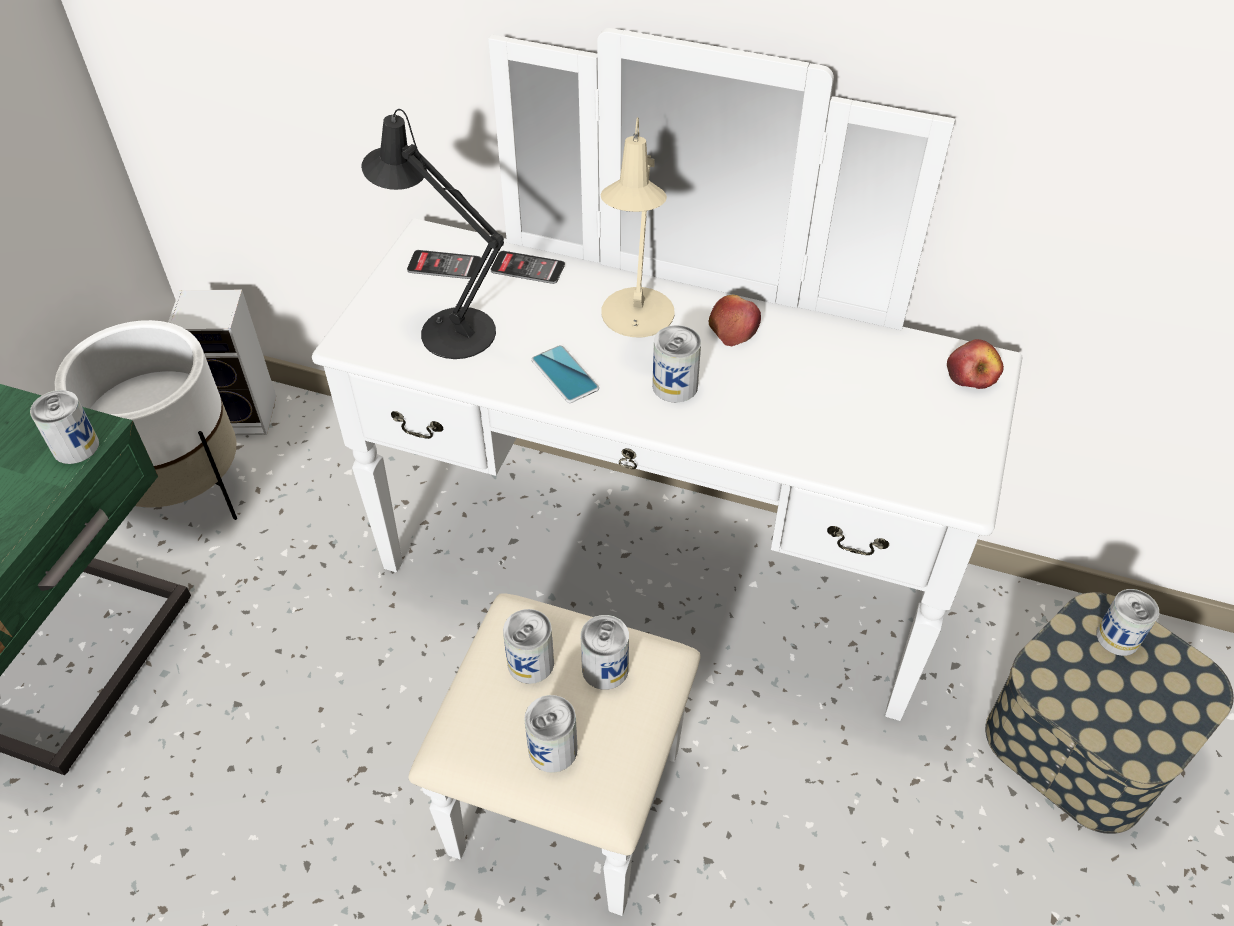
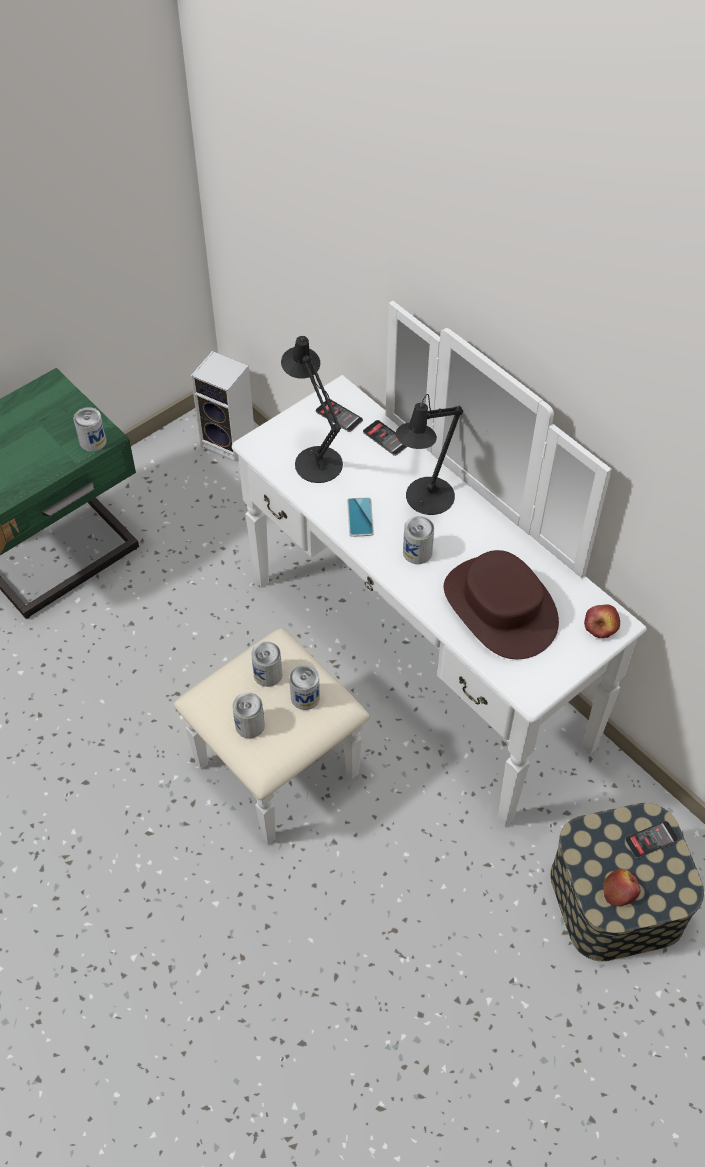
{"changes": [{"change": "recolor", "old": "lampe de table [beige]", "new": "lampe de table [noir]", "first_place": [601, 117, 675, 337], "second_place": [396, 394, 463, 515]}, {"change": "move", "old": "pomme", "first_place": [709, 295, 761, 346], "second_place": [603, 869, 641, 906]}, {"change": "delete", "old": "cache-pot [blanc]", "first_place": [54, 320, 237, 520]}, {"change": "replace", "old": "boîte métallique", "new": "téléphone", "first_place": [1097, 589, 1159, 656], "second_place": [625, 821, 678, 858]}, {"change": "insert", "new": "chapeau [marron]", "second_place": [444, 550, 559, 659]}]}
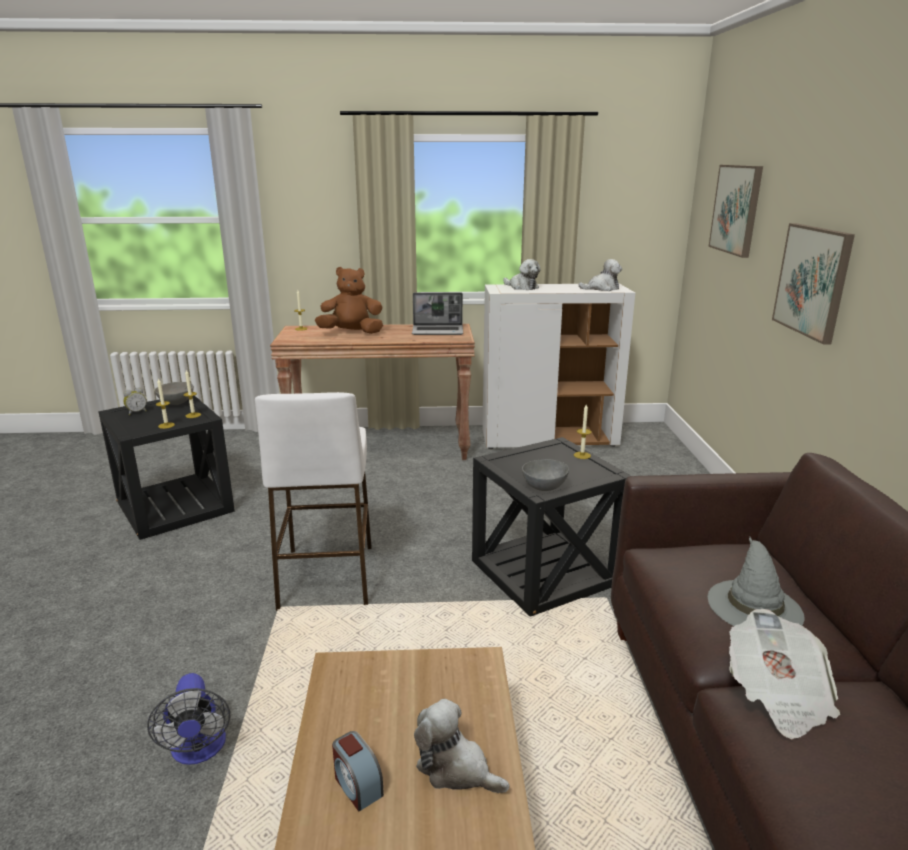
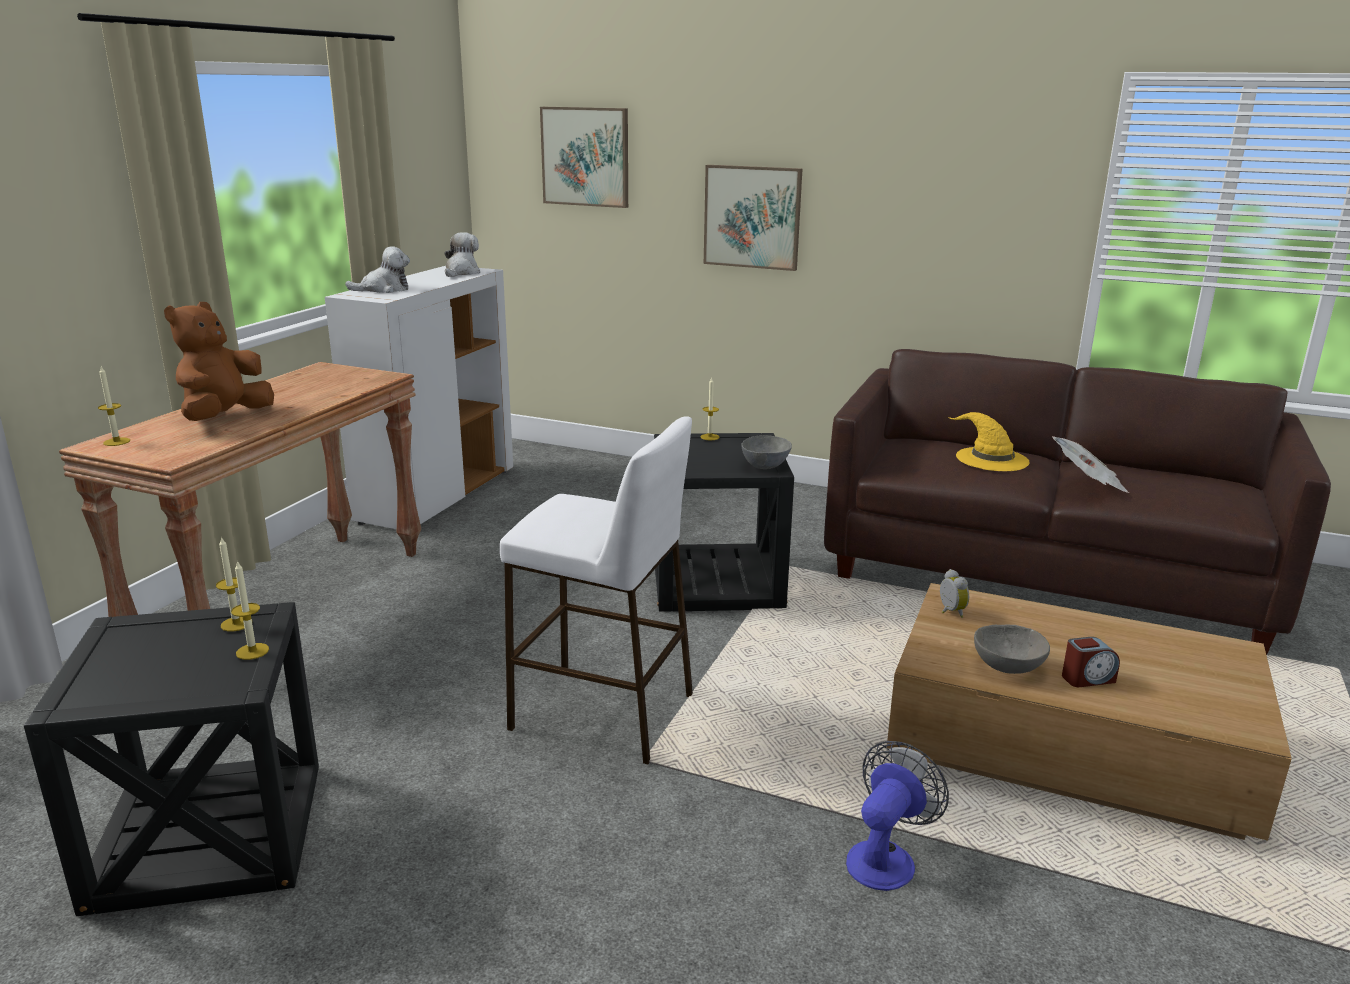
{"changes": [{"change": "delete", "old": "ordinateur portable", "first_place": [412, 292, 463, 335]}, {"change": "move", "old": "bol [gris]", "first_place": [155, 382, 194, 405], "second_place": [974, 624, 1050, 674]}, {"change": "move", "old": "réveil", "first_place": [123, 387, 147, 415], "second_place": [940, 569, 969, 618]}, {"change": "recolor", "old": "chapeau [gris]", "new": "chapeau [jaune]", "first_place": [708, 537, 804, 626], "second_place": [948, 412, 1030, 471]}, {"change": "rotate", "old": "ventilateur", "first_place": [147, 673, 230, 765], "second_place": [846, 741, 949, 891], "degrees": -60}, {"change": "delete", "old": "peluche", "first_place": [414, 699, 509, 793]}]}
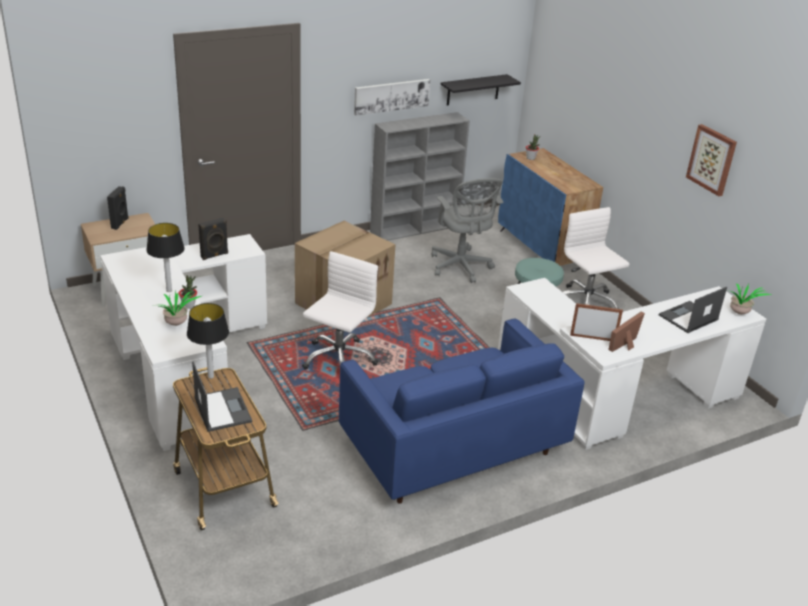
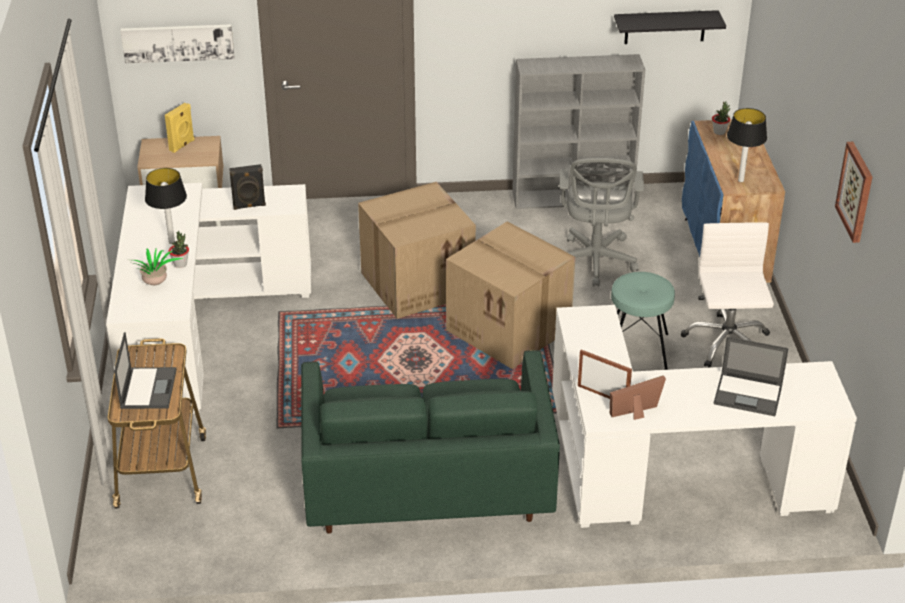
{"changes": [{"change": "move", "old": "tableau", "first_place": [354, 79, 430, 116], "second_place": [120, 24, 234, 63]}, {"change": "recolor", "old": "enceinte [noir]", "new": "enceinte [jaune]", "first_place": [107, 186, 129, 230], "second_place": [165, 103, 194, 153]}, {"change": "delete", "old": "chaise de bureau [blanc]", "first_place": [302, 251, 378, 370]}, {"change": "delete", "old": "plante en pot", "first_place": [727, 283, 772, 314]}, {"change": "rotate", "old": "ordinateur portable", "first_place": [659, 287, 727, 333], "second_place": [714, 337, 789, 416], "degrees": -150}, {"change": "move", "old": "lampe de table", "first_place": [187, 303, 229, 379], "second_place": [727, 108, 767, 182]}, {"change": "recolor", "old": "canapé [bleu]", "new": "canapé [vert]", "first_place": [339, 319, 585, 504], "second_place": [301, 350, 560, 534]}, {"change": "insert", "new": "carton", "second_place": [446, 222, 575, 369]}]}
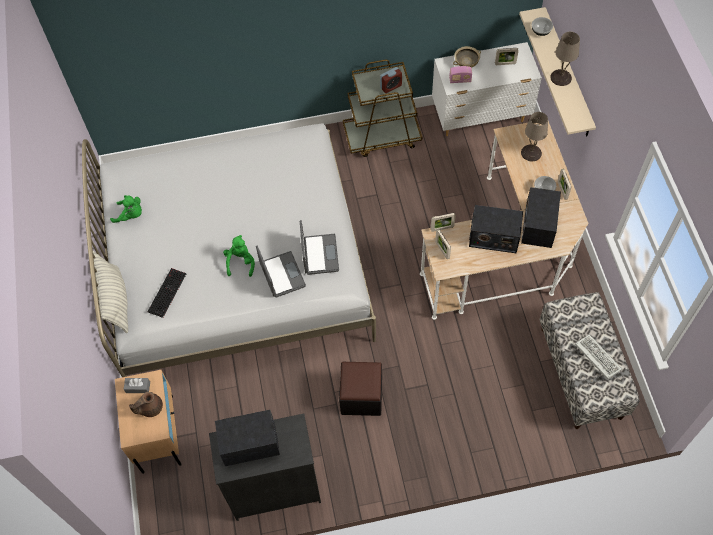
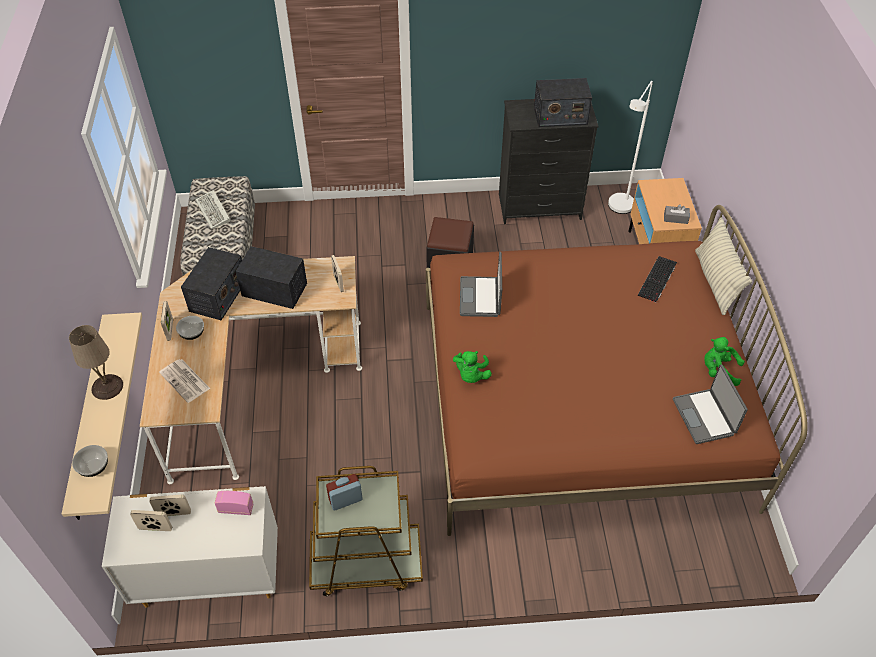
{"changes": [{"change": "delete", "old": "bol [beige]", "first_place": [453, 46, 481, 68]}, {"change": "replace", "old": "lampe de table [beige]", "new": "journal", "first_place": [521, 112, 548, 161], "second_place": [159, 359, 210, 403]}, {"change": "recolor", "old": "lit [blanc]", "new": "lit [marron]", "first_place": [82, 123, 376, 377], "second_place": [426, 205, 808, 536]}, {"change": "move", "old": "cadre photo", "first_place": [431, 213, 456, 232], "second_place": [149, 494, 191, 516]}, {"change": "move", "old": "peluche [vert]", "first_place": [223, 235, 255, 277], "second_place": [453, 351, 492, 383]}, {"change": "move", "old": "ordinateur portable", "first_place": [256, 245, 306, 297], "second_place": [673, 364, 748, 444]}, {"change": "delete", "old": "théière [marron]", "first_place": [129, 392, 163, 417]}, {"change": "insert", "new": "lampadaire [blanc]", "second_place": [608, 81, 653, 214]}]}
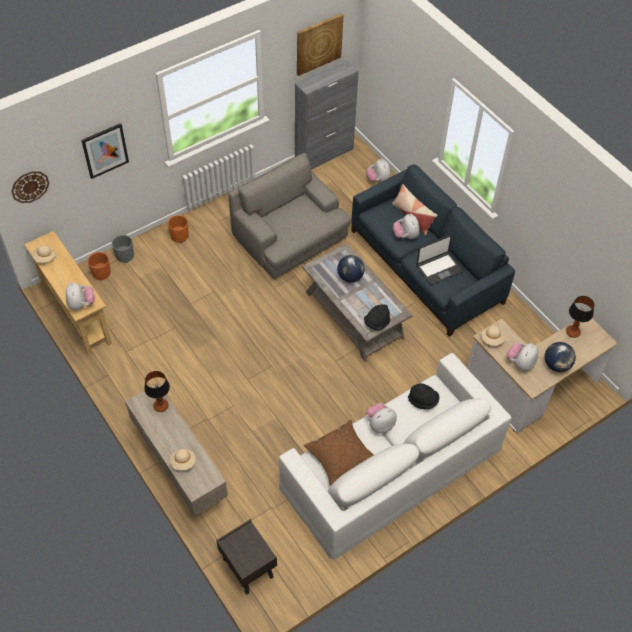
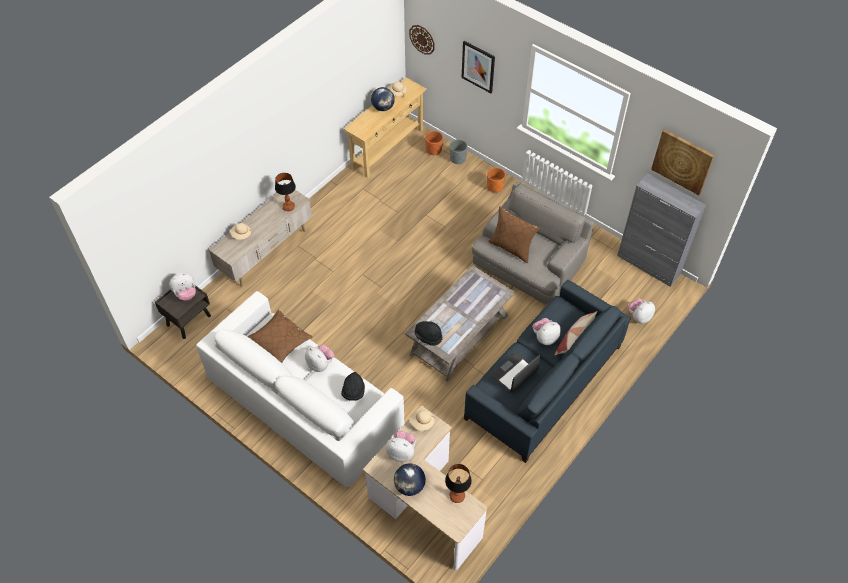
{"changes": [{"change": "rotate", "old": "ordinateur portable", "first_place": [416, 235, 462, 285], "second_place": [490, 352, 541, 393], "degrees": 90}, {"change": "move", "old": "globe", "first_place": [337, 255, 365, 282], "second_place": [371, 87, 395, 111]}, {"change": "move", "old": "peluche", "first_place": [66, 282, 95, 310], "second_place": [169, 273, 196, 301]}, {"change": "insert", "new": "coussin [marron]", "second_place": [488, 206, 540, 264]}]}
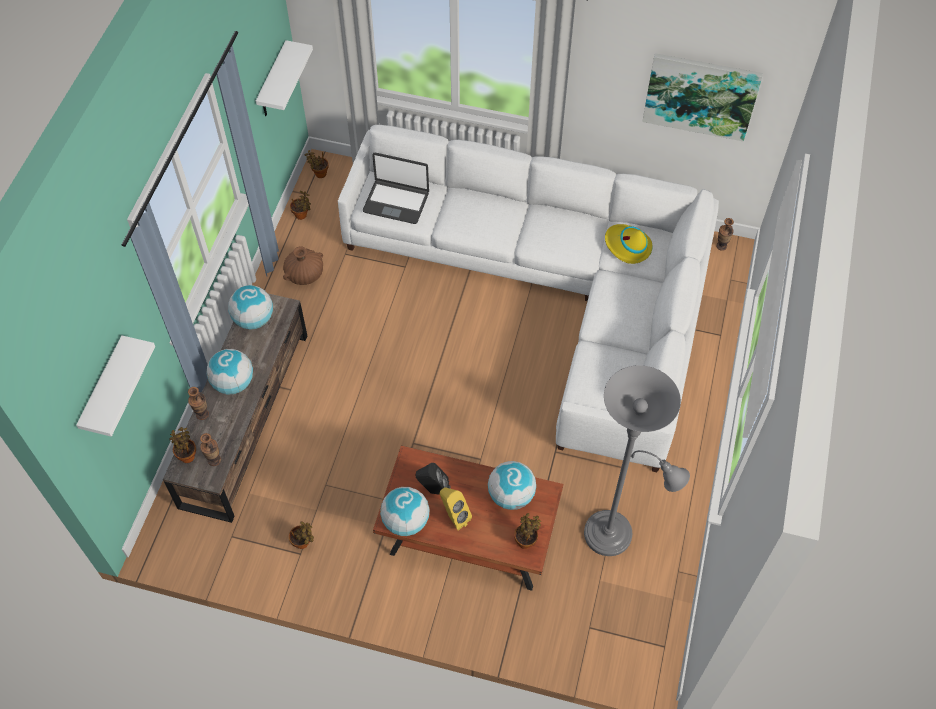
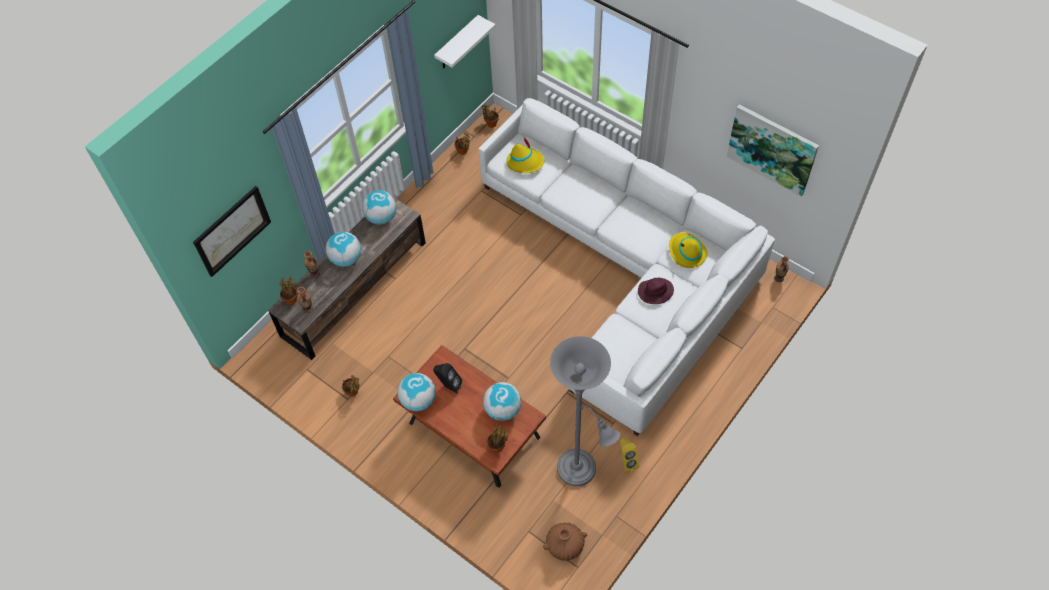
{"changes": [{"change": "replace", "old": "ordinateur portable", "new": "chapeau [jaune]", "first_place": [363, 152, 429, 224], "second_place": [506, 137, 544, 173]}, {"change": "move", "old": "vase [marron]", "first_place": [283, 246, 323, 285], "second_place": [543, 522, 587, 561]}, {"change": "replace", "old": "étagère [blanc]", "new": "tableau", "first_place": [76, 335, 155, 437], "second_place": [193, 186, 271, 277]}, {"change": "move", "old": "enceinte [jaune]", "first_place": [440, 487, 472, 531], "second_place": [620, 438, 639, 473]}, {"change": "insert", "new": "chapeau [violet]", "second_place": [638, 278, 674, 304]}]}
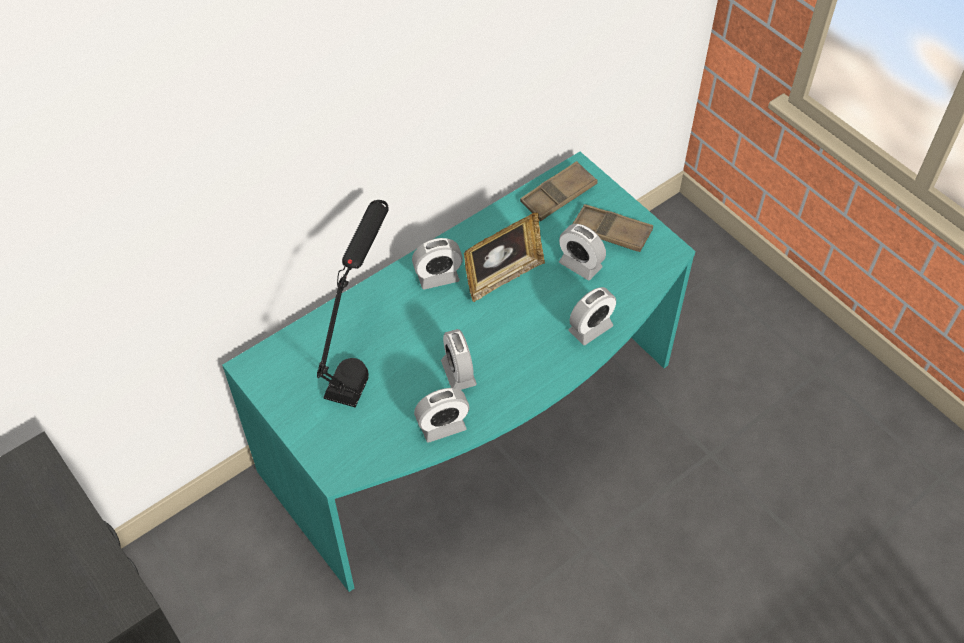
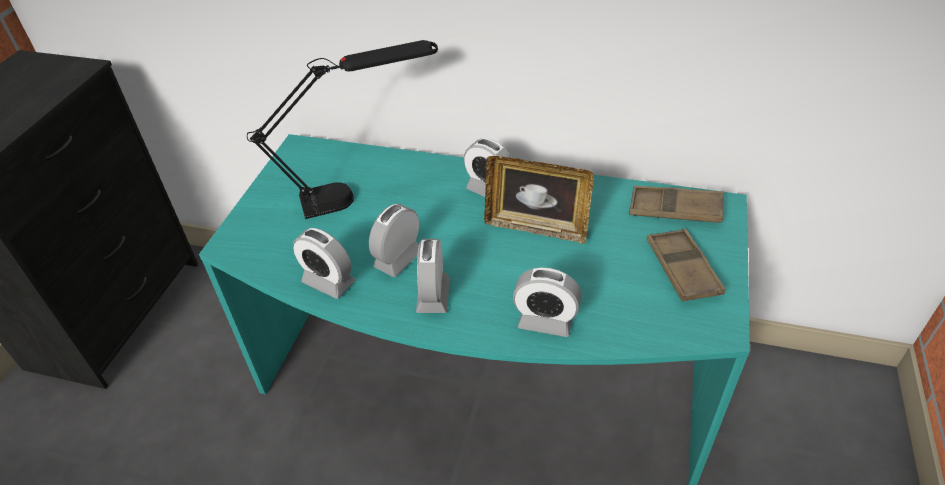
{"changes": [{"change": "move", "old": "réveil", "first_place": [559, 224, 606, 280], "second_place": [416, 239, 450, 313]}]}
